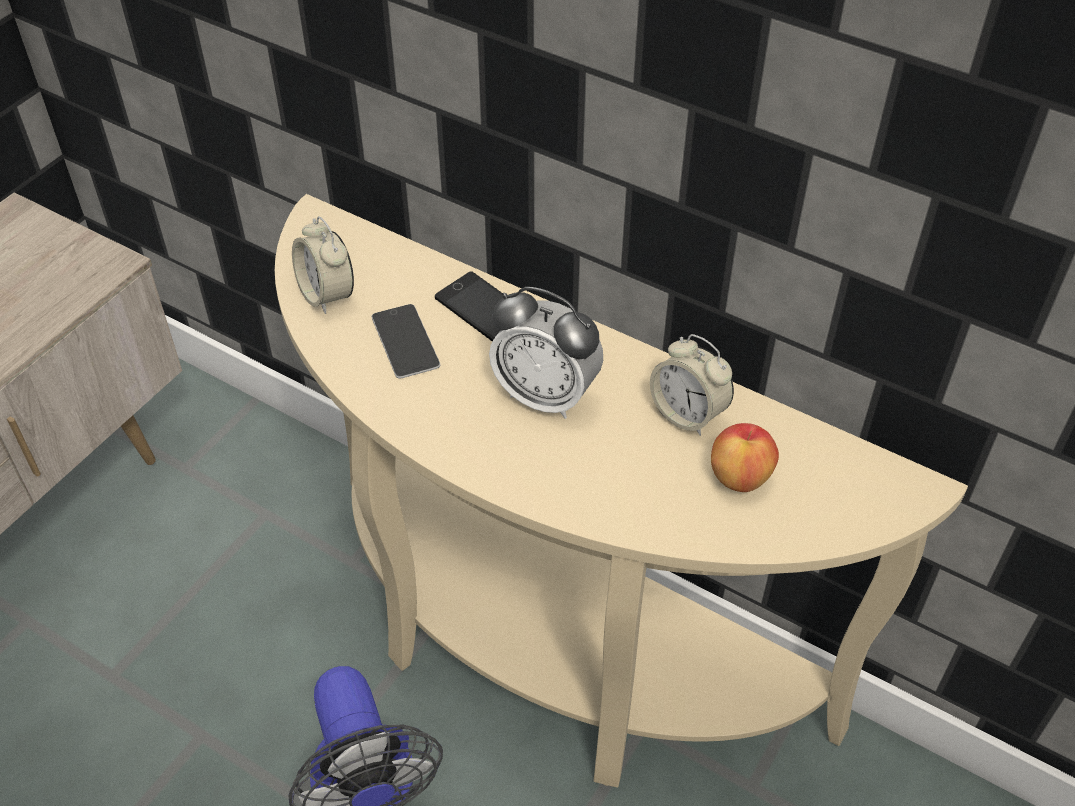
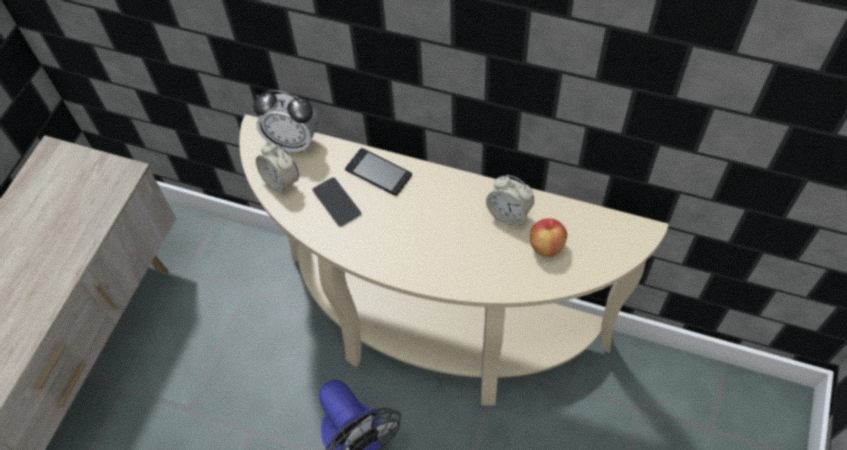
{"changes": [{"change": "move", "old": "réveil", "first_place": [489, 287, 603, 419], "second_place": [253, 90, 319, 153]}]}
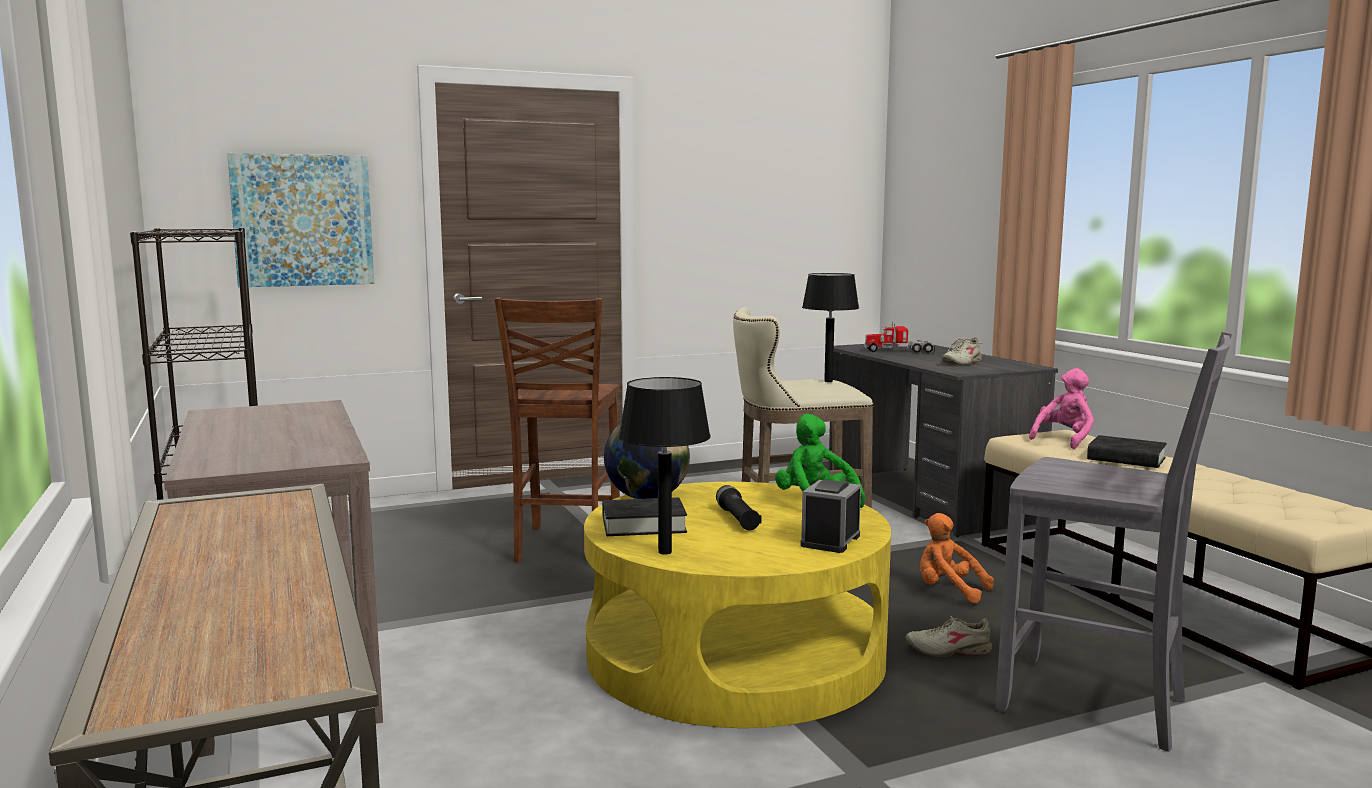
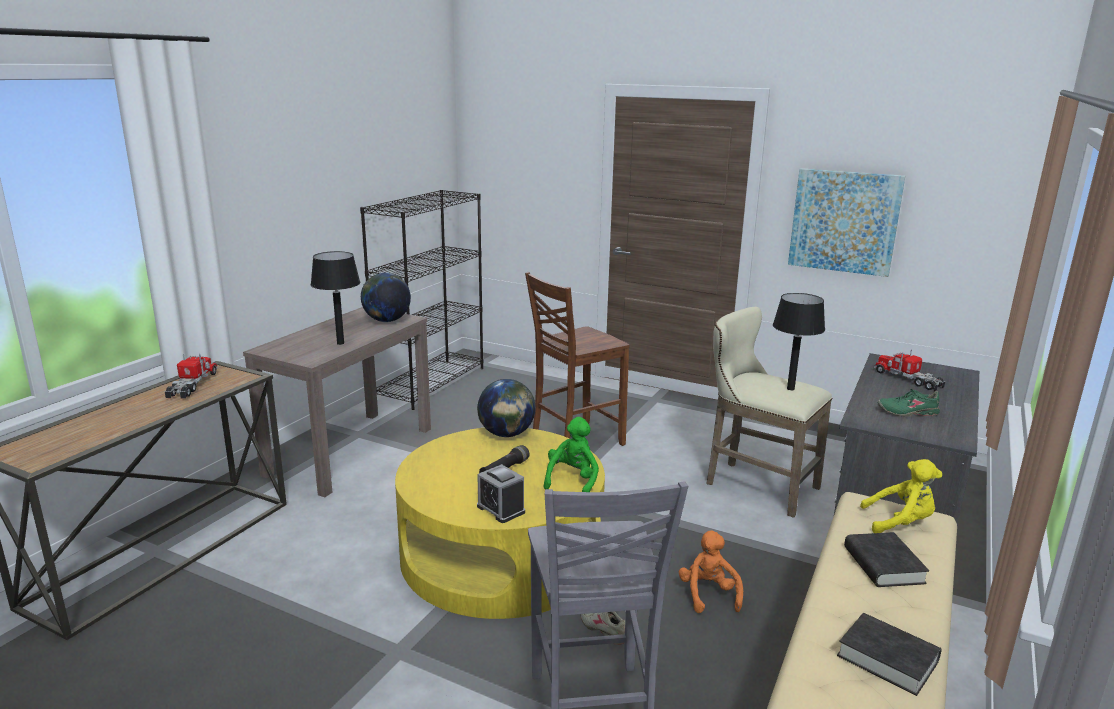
{"changes": [{"change": "move", "old": "tableau", "first_place": [227, 153, 374, 287], "second_place": [788, 168, 905, 277]}, {"change": "recolor", "old": "chaussure [beige]", "new": "chaussure [vert]", "first_place": [942, 337, 984, 365], "second_place": [877, 389, 940, 416]}, {"change": "recolor", "old": "peluche [rose]", "new": "peluche [jaune]", "first_place": [1029, 368, 1094, 449], "second_place": [860, 459, 942, 533]}, {"change": "move", "old": "lampe de table [noir]", "first_place": [619, 377, 711, 555], "second_place": [311, 251, 360, 345]}, {"change": "rotate", "old": "réveil", "first_place": [800, 480, 861, 553], "second_place": [477, 464, 525, 523], "degrees": -120}, {"change": "move", "old": "livre [noir]", "first_place": [602, 497, 687, 536], "second_place": [837, 613, 942, 696]}, {"change": "insert", "new": "globe", "second_place": [361, 272, 411, 322]}, {"change": "insert", "new": "camion jouet", "second_place": [165, 353, 217, 399]}]}
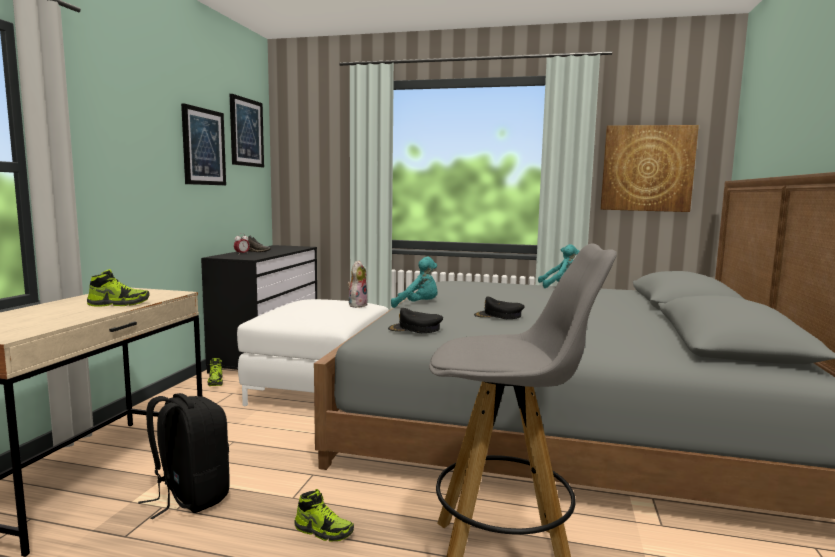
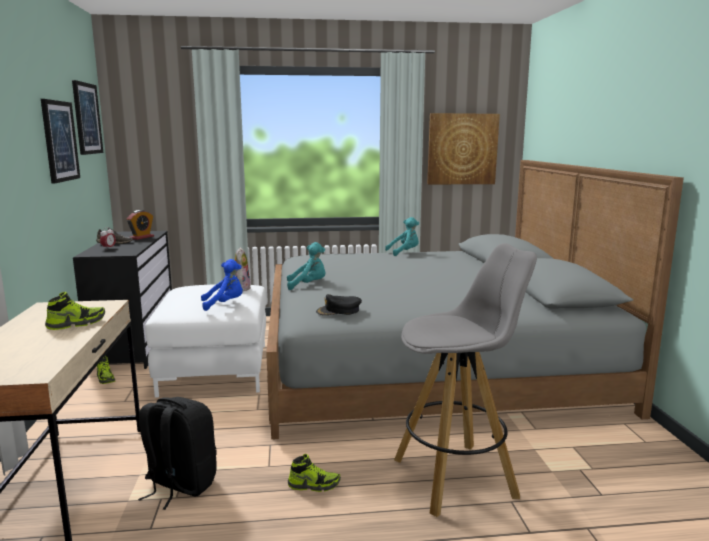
{"changes": [{"change": "delete", "old": "casquette [noir]", "first_place": [474, 297, 525, 319]}, {"change": "insert", "new": "réveil", "second_place": [126, 210, 154, 240]}, {"change": "insert", "new": "peluche [bleu]", "second_place": [201, 259, 243, 311]}]}
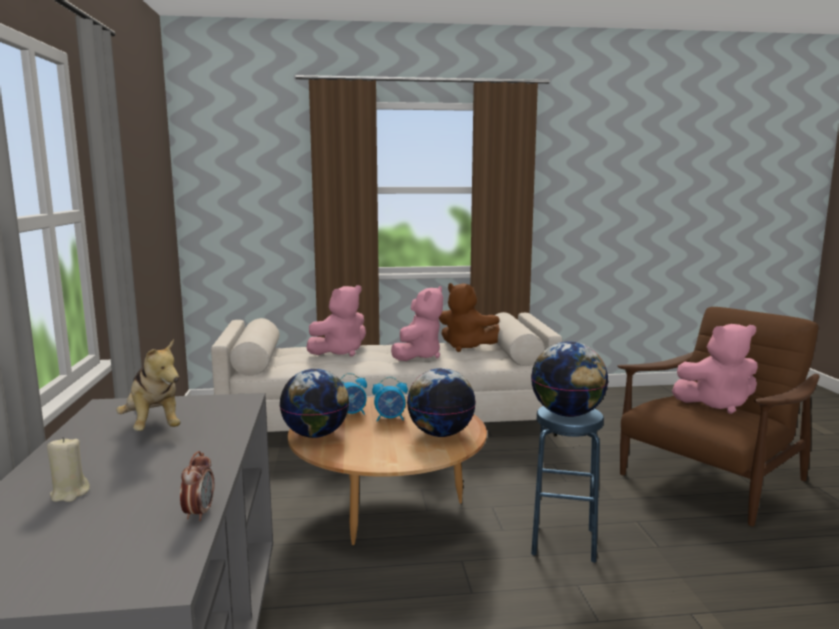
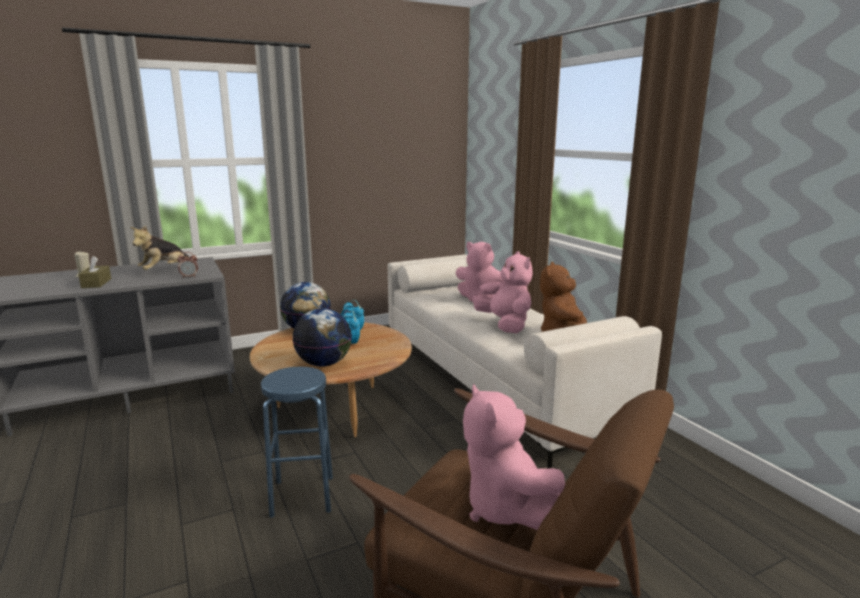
{"changes": [{"change": "rotate", "old": "peluche [rose]", "first_place": [391, 286, 443, 361], "second_place": [472, 251, 533, 333], "degrees": -120}, {"change": "delete", "old": "globe", "first_place": [531, 341, 609, 417]}, {"change": "move", "old": "réveil", "first_place": [180, 451, 214, 521], "second_place": [177, 252, 198, 277]}, {"change": "insert", "new": "boîte à mouchoirs [marron]", "second_place": [78, 256, 111, 288]}]}
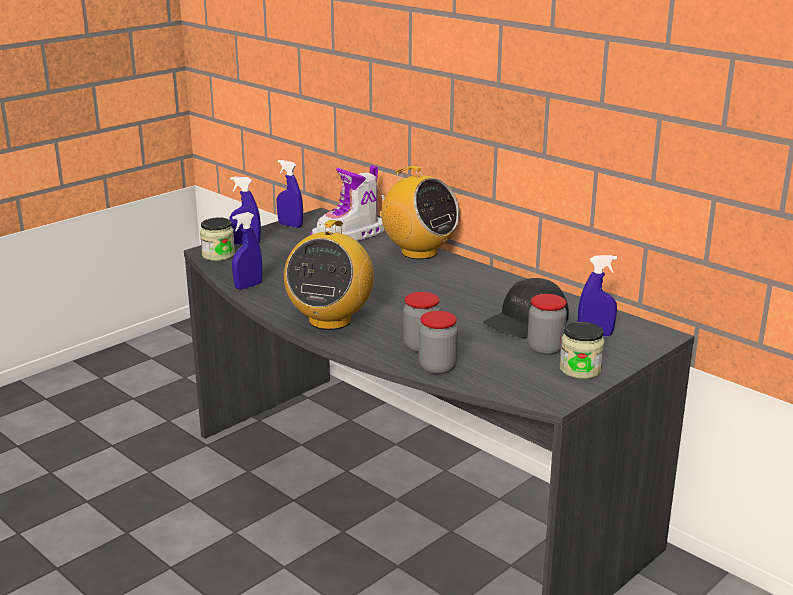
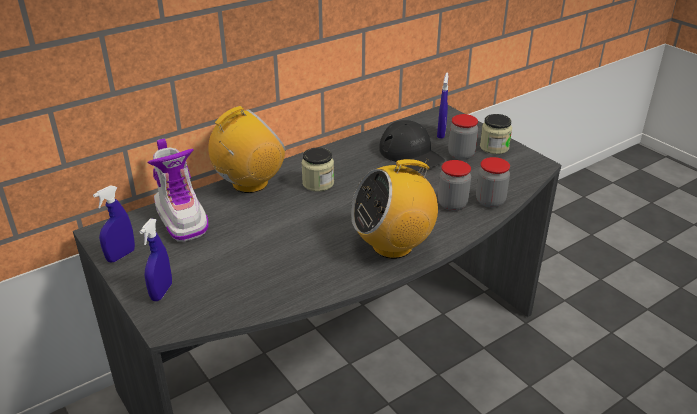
{"changes": [{"change": "delete", "old": "vaporisateur [bleu]", "first_place": [232, 212, 262, 290]}, {"change": "move", "old": "bocal", "first_place": [200, 217, 235, 261], "second_place": [301, 147, 334, 192]}, {"change": "rotate", "old": "radio", "first_place": [284, 220, 374, 330], "second_place": [351, 159, 438, 259], "degrees": 135}]}
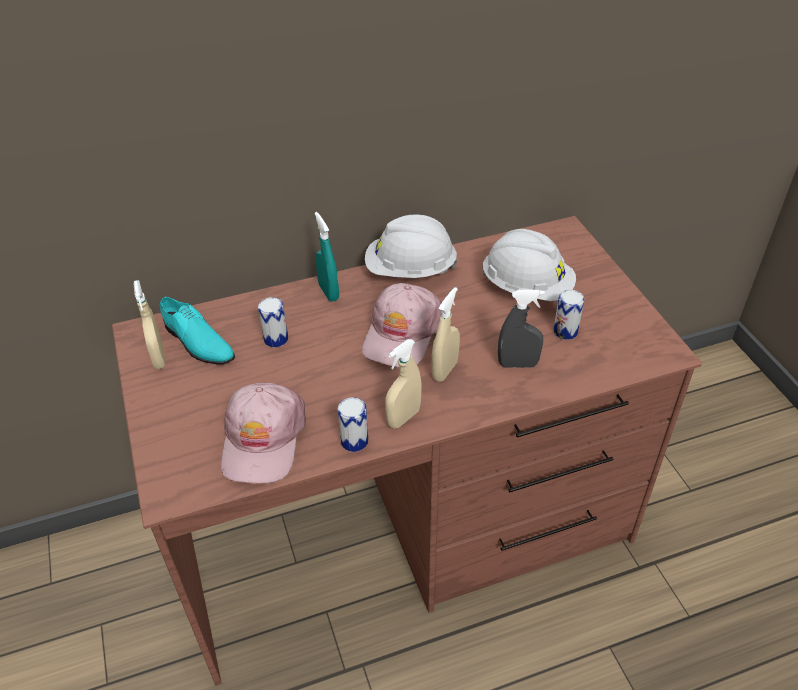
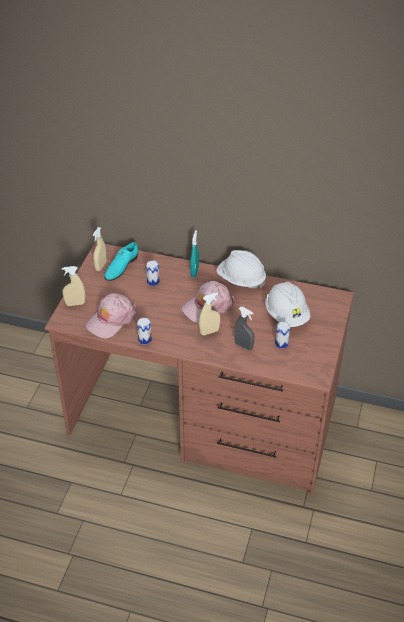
{"changes": [{"change": "rotate", "old": "chaussure [turquoise]", "first_place": [160, 297, 235, 365], "second_place": [104, 242, 138, 281], "degrees": 45}, {"change": "move", "old": "vaporisateur [beige]", "first_place": [385, 339, 422, 429], "second_place": [62, 266, 85, 306]}]}
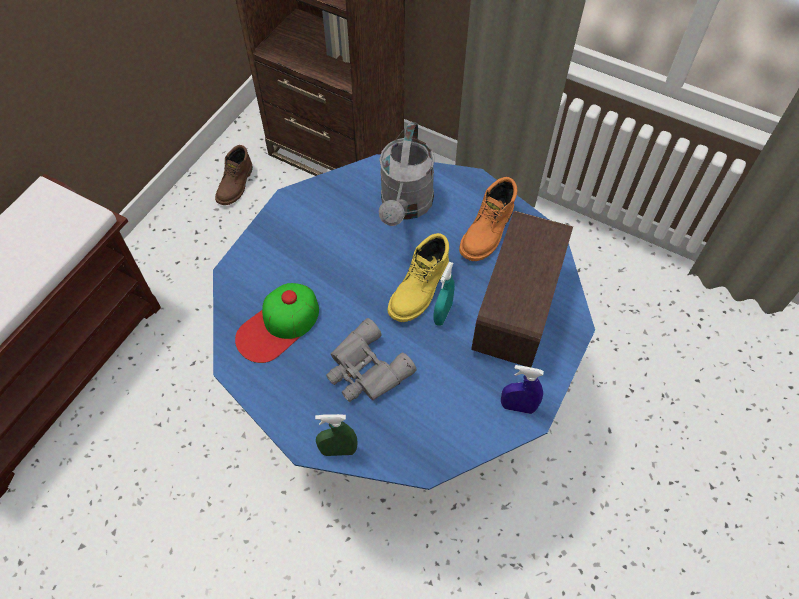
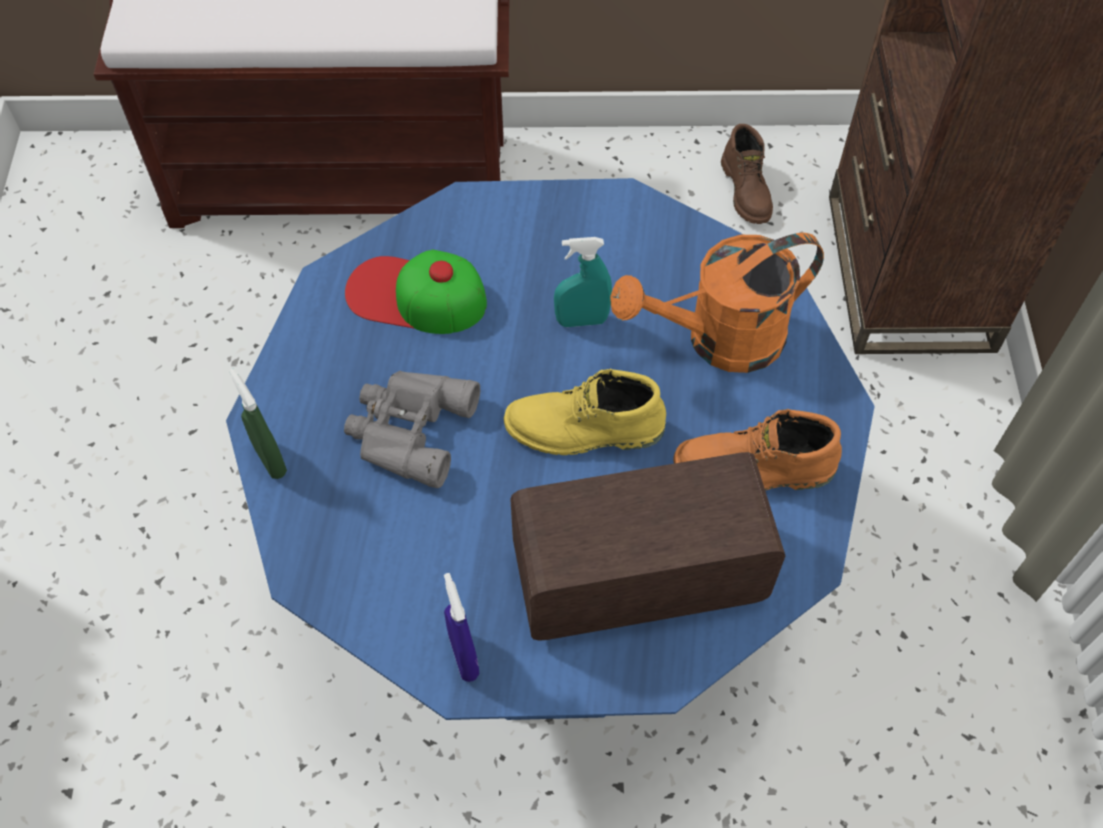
{"changes": [{"change": "recolor", "old": "arrosoir [gris]", "new": "arrosoir [orange]", "first_place": [379, 122, 435, 226], "second_place": [610, 233, 824, 373]}, {"change": "rotate", "old": "botte [marron]", "first_place": [215, 145, 253, 205], "second_place": [721, 124, 773, 224], "degrees": -90}, {"change": "move", "old": "vaporisateur [turquoise]", "first_place": [433, 262, 455, 326], "second_place": [554, 237, 612, 327]}]}
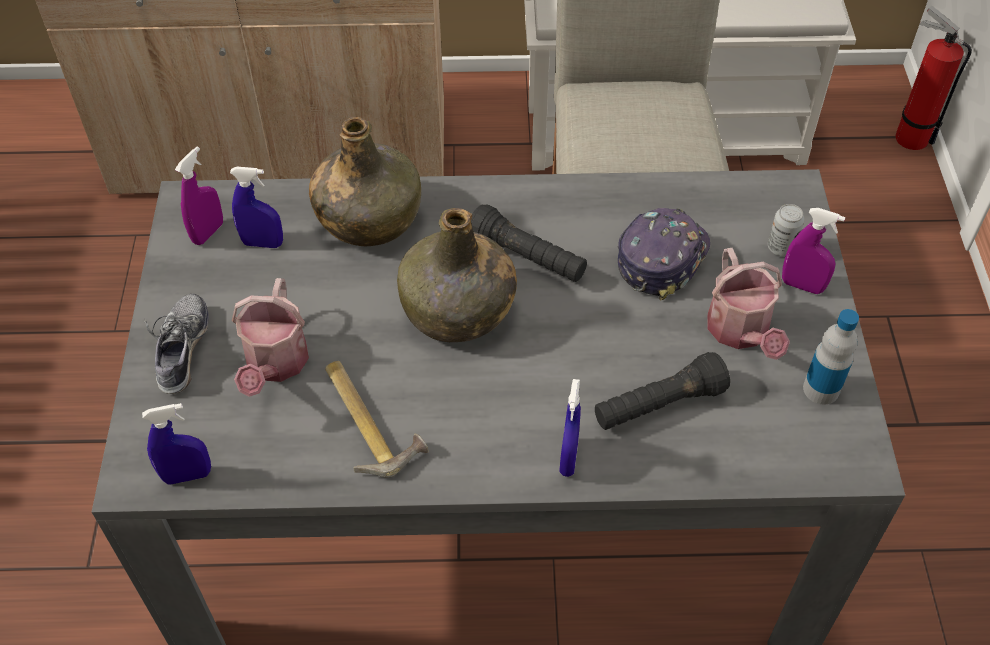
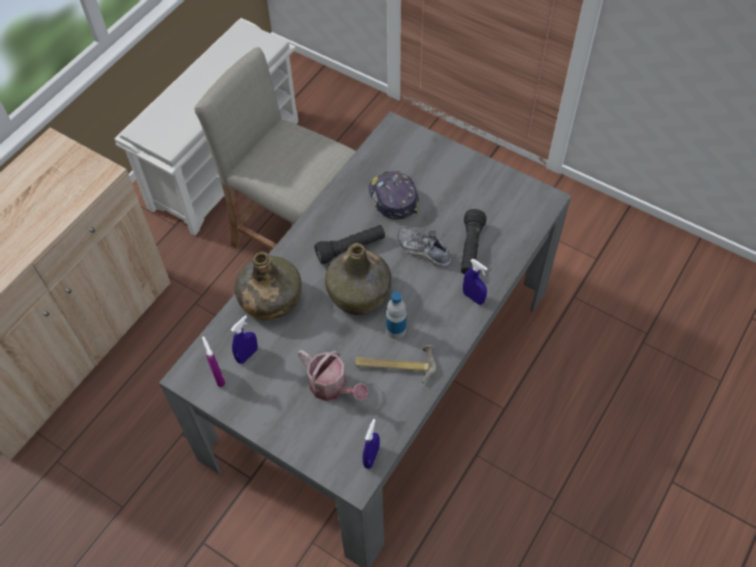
{"changes": [{"change": "delete", "old": "extincteur", "first_place": [895, 6, 972, 150]}, {"change": "delete", "old": "boîte métallique", "first_place": [768, 204, 805, 256]}, {"change": "delete", "old": "vaporisateur [violet]", "first_place": [782, 208, 845, 294]}, {"change": "delete", "old": "arrosoir", "first_place": [707, 248, 790, 360]}, {"change": "move", "old": "chaussure", "first_place": [144, 294, 209, 394], "second_place": [397, 228, 451, 267]}, {"change": "move", "old": "bouteille", "first_place": [803, 309, 859, 405], "second_place": [386, 292, 407, 339]}]}
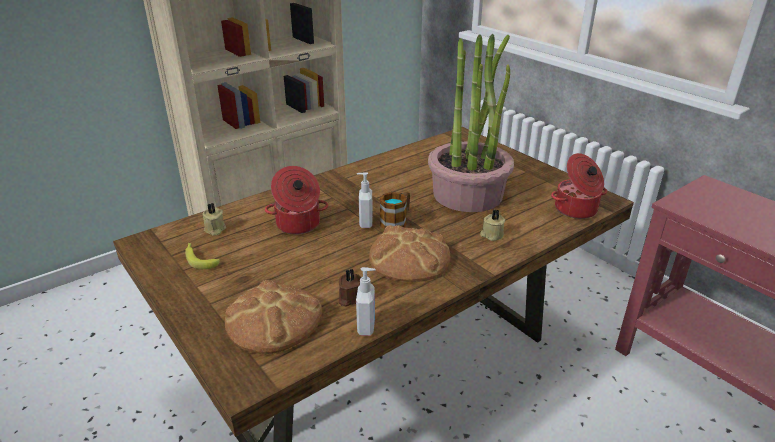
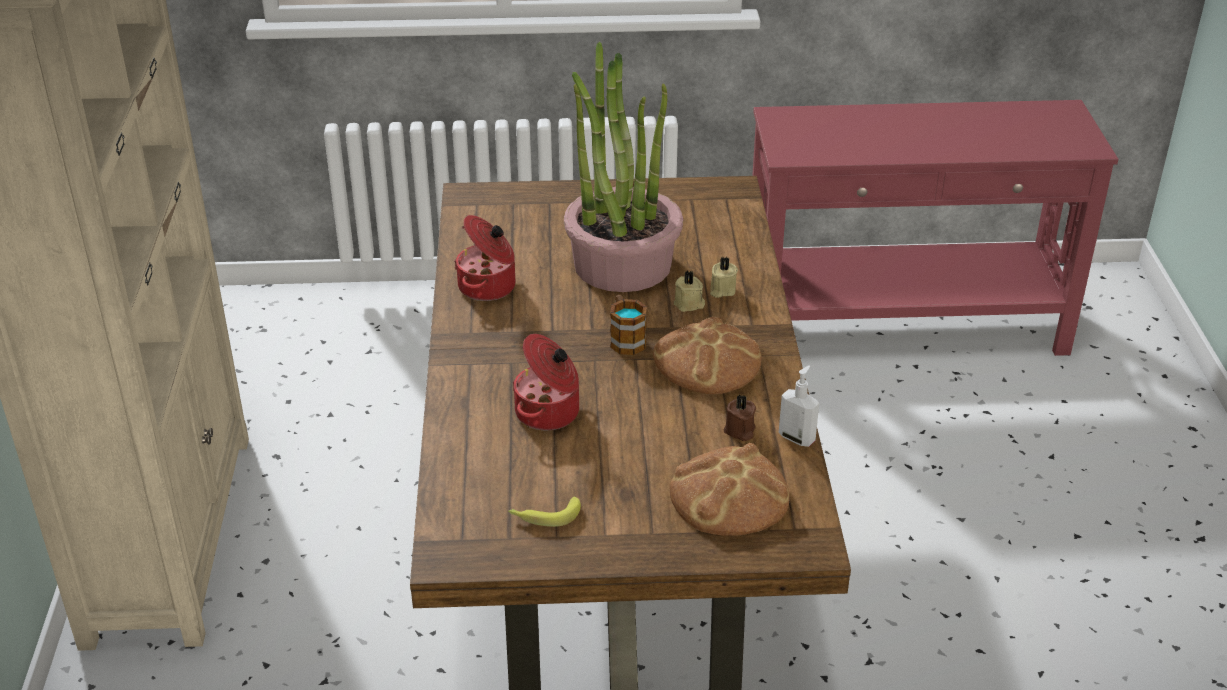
{"changes": [{"change": "move", "old": "marmite", "first_place": [551, 153, 607, 219], "second_place": [454, 215, 516, 301]}, {"change": "delete", "old": "distributeur de savon", "first_place": [357, 172, 373, 228]}, {"change": "move", "old": "bougie [beige]", "first_place": [202, 203, 226, 236], "second_place": [674, 271, 705, 312]}]}
